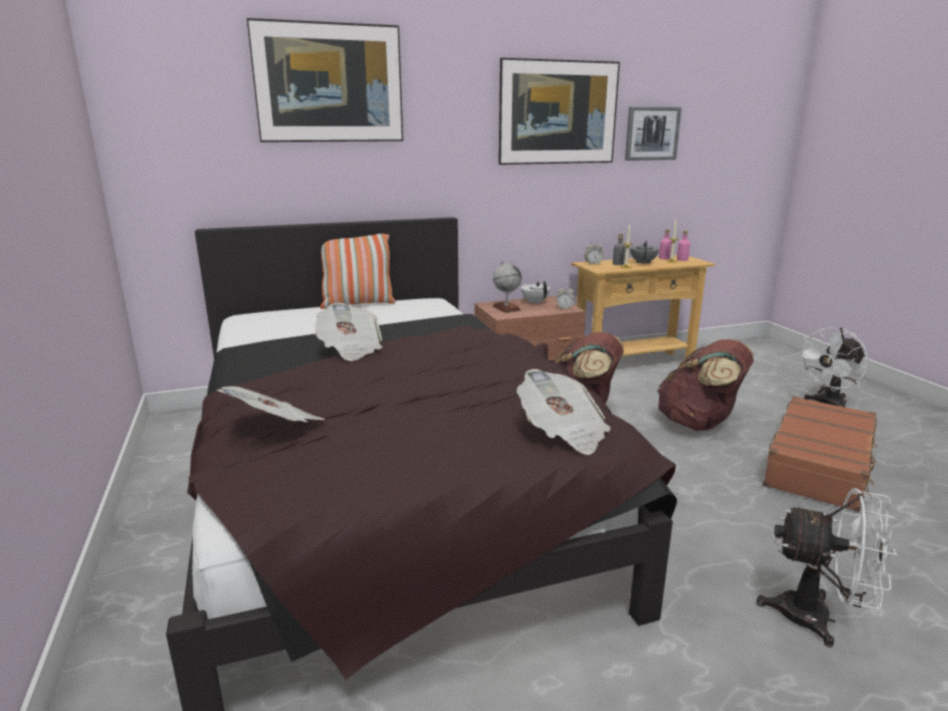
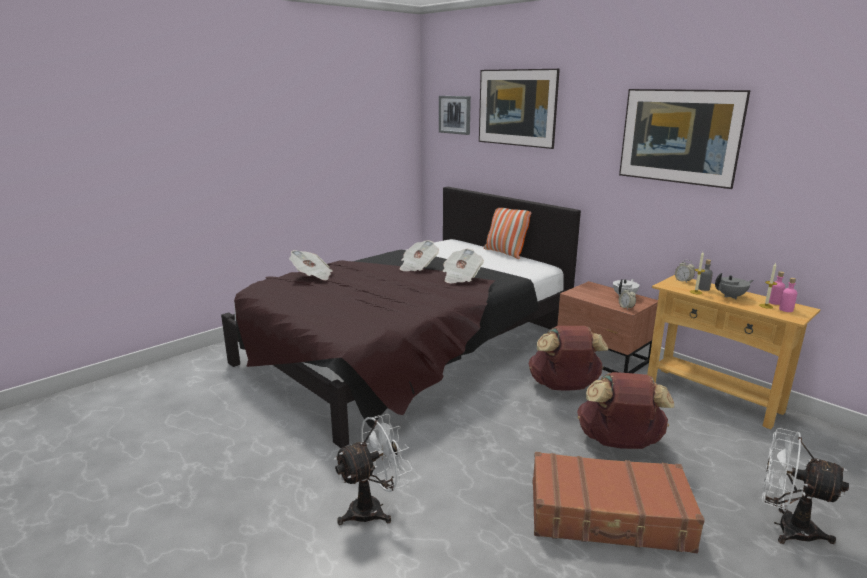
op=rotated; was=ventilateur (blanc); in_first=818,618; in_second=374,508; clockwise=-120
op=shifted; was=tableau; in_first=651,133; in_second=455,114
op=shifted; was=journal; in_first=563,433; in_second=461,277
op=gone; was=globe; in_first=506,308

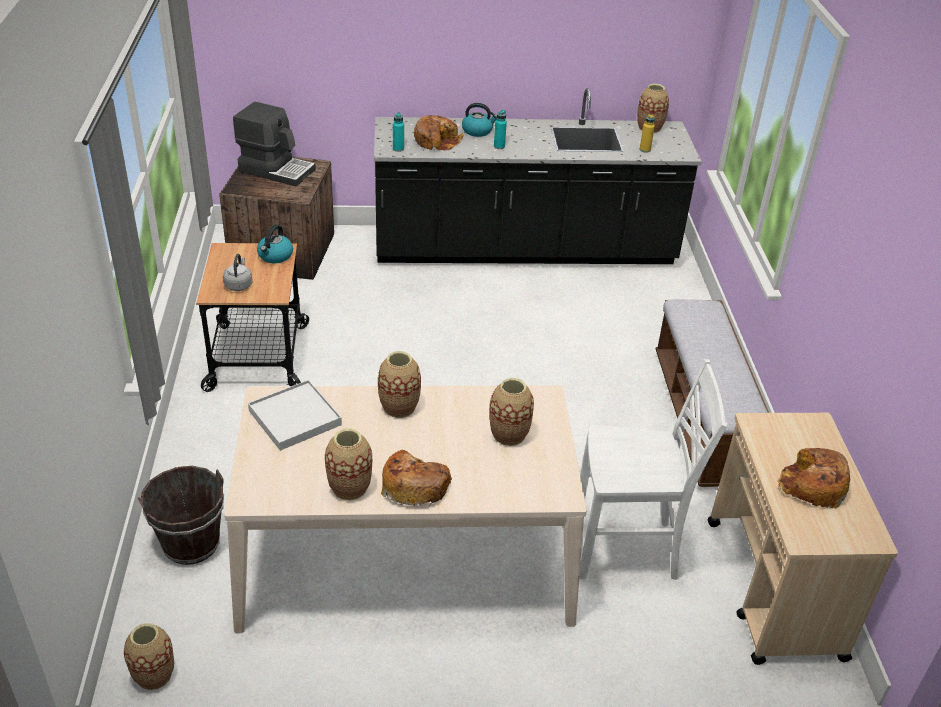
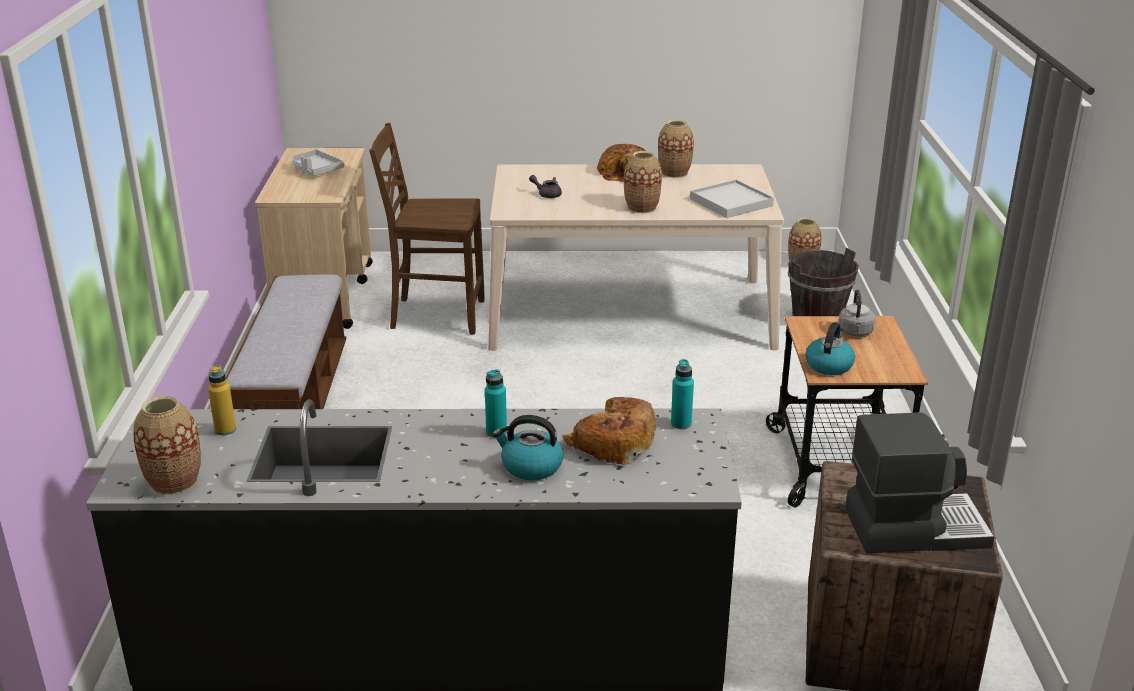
op=swapped; was=pain; now=plateau (gris); in_first=811,485; in_second=316,170
op=repainted; was=chaise (blanc); now=chaise (marron); in_first=627,549; in_second=435,315
op=swapped; was=vase; now=théière (gris); in_first=509,434; in_second=547,194
op=rotated; was=machine à café; in_first=277,170; in_second=914,527; clockwise=150

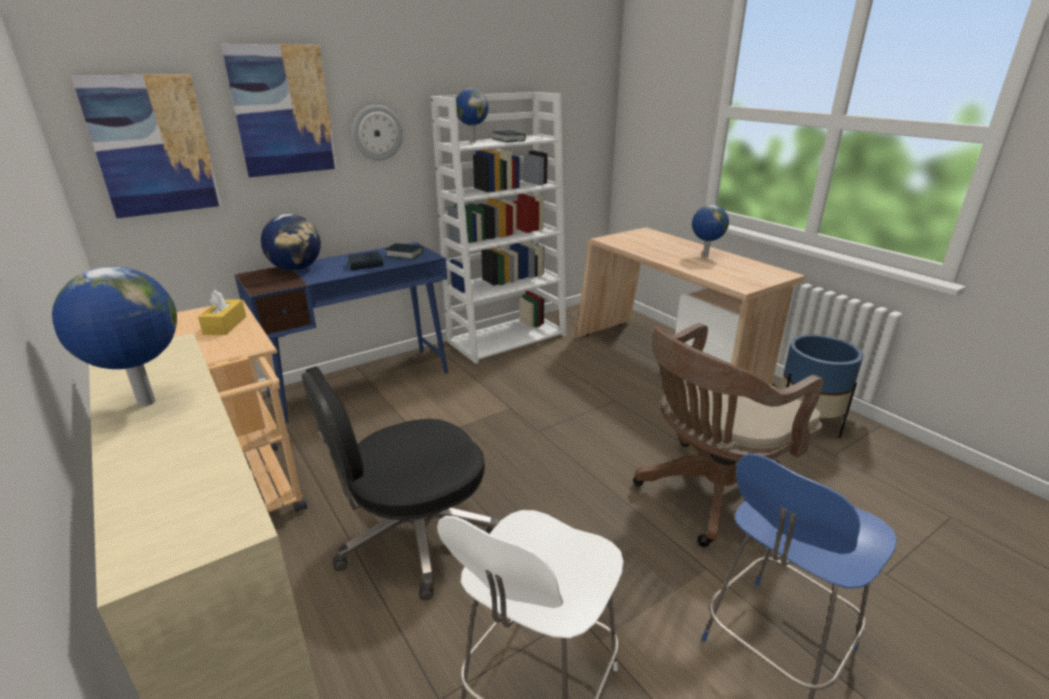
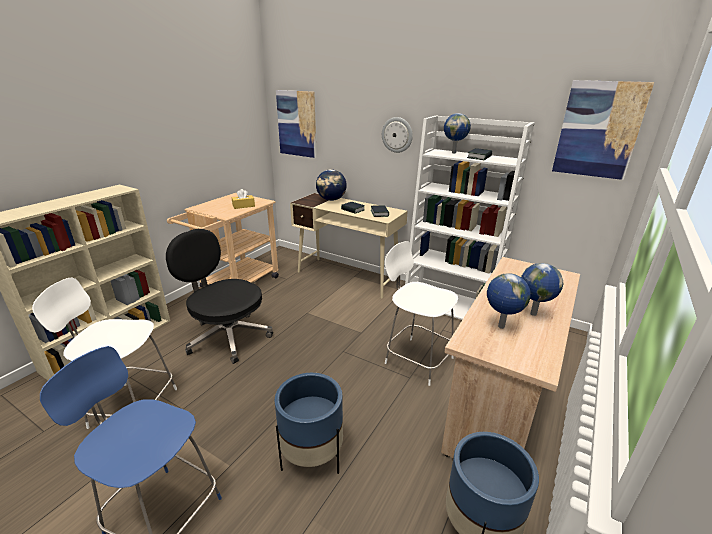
op=swapped; was=chaise de bureau (marron); now=cache-pot (bleu); in_first=711,496; in_second=312,457
op=repainted; was=bureau (bleu); now=bureau (beige); in_first=362,383; in_second=347,277
op=new; now=chaise (blanc); in_second=417,359
op=shifted; was=globe; in_first=145,403; in_second=500,326
op=shifted; was=tableau; in_first=282,111; in_second=598,130

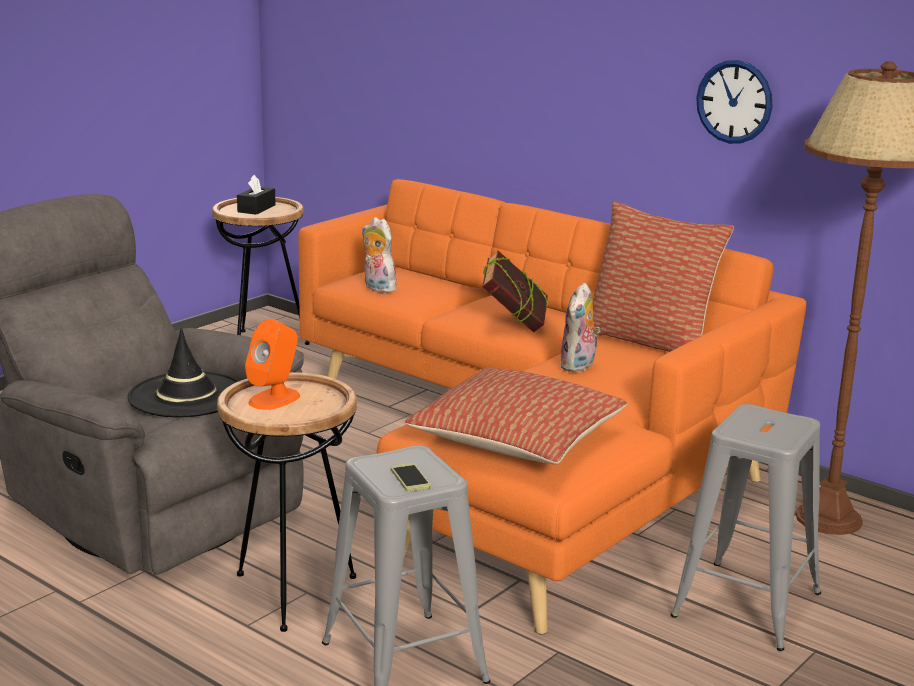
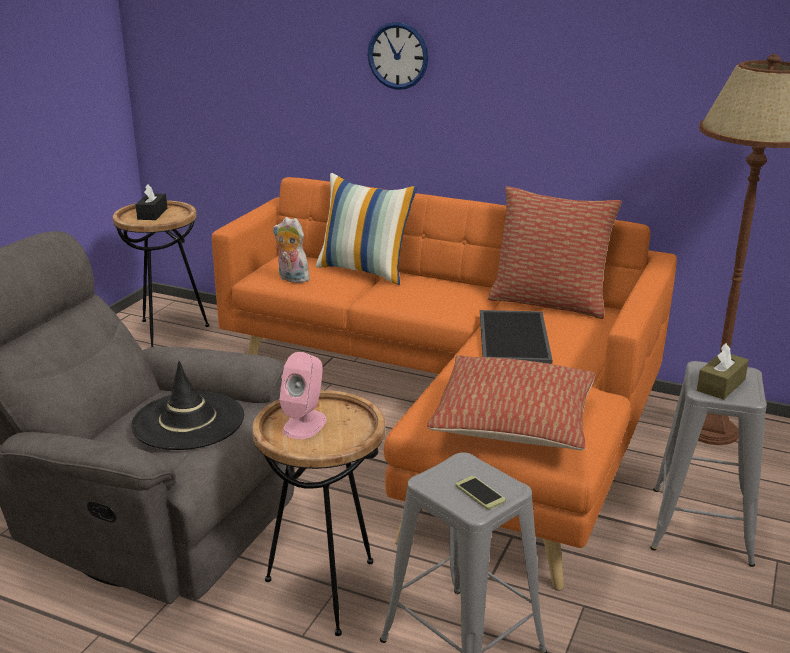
op=repainted; was=enceinte (orange); now=enceinte (rose); in_first=275,399; in_second=305,424
op=new; now=coussin; in_second=365,270
op=shifted; was=horloge murale; in_first=734,102; in_second=398,56
op=swapped; was=peluche; now=plateau; in_first=579,366; in_second=512,336
op=new; now=boîte à mouchoirs (marron); in_second=721,385
op=gone; was=livre; in_first=514,325

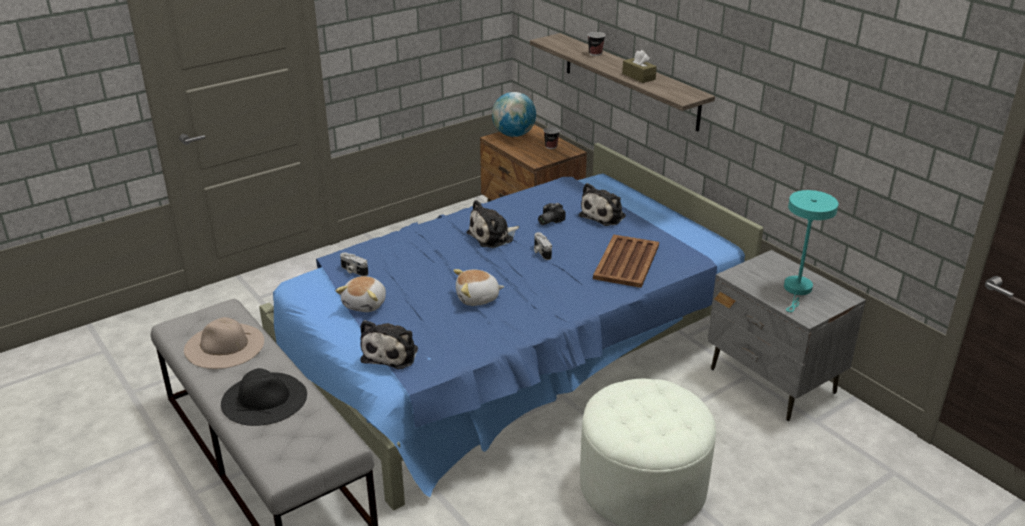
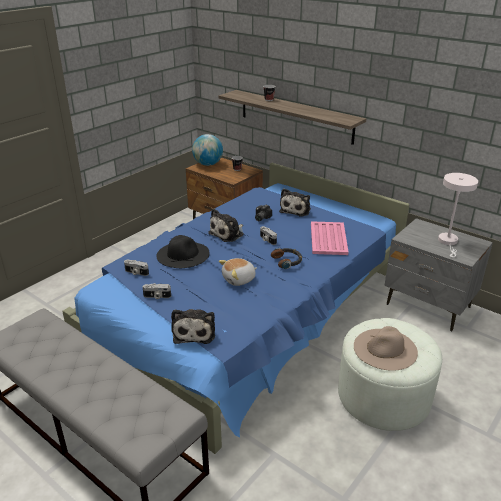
op=swapped; was=peluche; now=appareil photo; in_first=366,304; in_second=157,296
op=shifted; was=chapeau (noir); in_first=264,398; in_second=183,254
op=new; now=casque audio; in_second=287,261
op=repainted; was=plateau (marron); now=plateau (rose); in_first=626,262; in_second=328,239
op=shifted; was=chapeau (beige); in_first=224,345; in_second=385,349
op=repainted; was=lampe de table (turquoise); now=lampe de table (blanc); in_first=797,290; in_second=448,242
op=gone; was=boîte à mouchoirs (marron); in_first=638,76

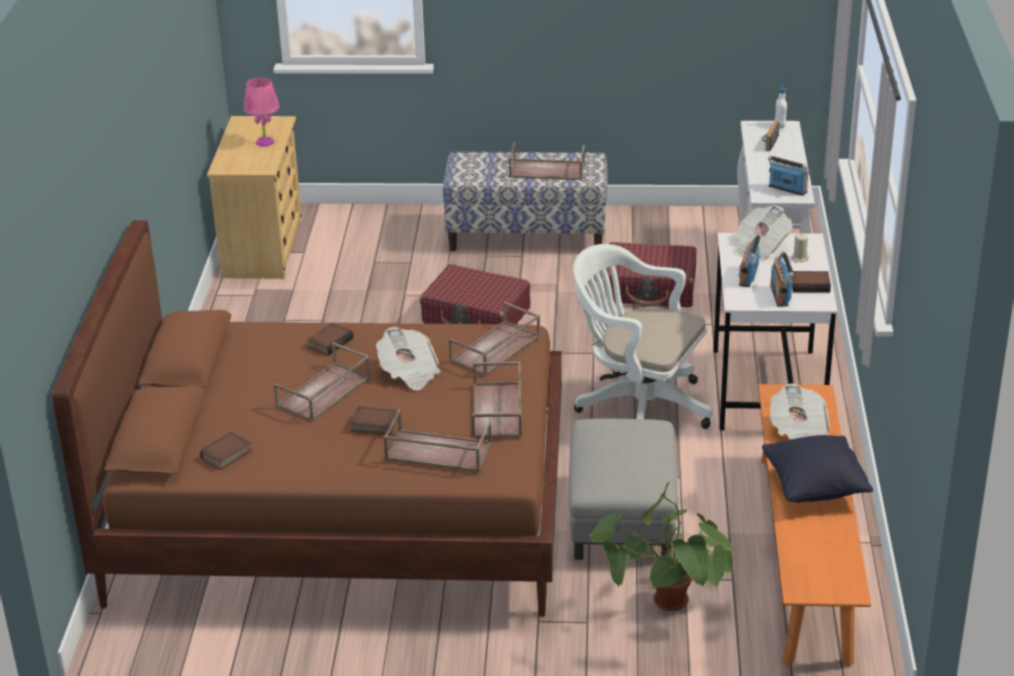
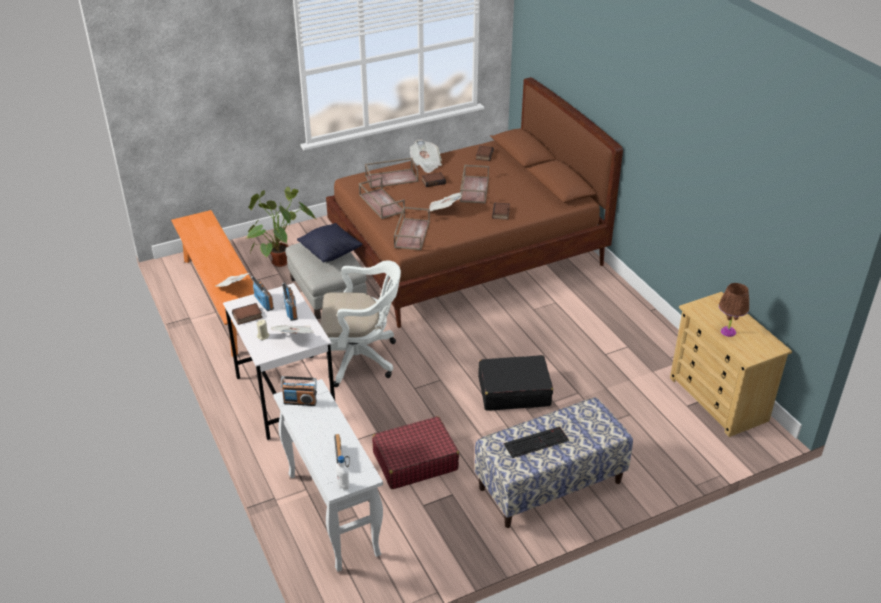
op=shifted; was=coussin (noir); in_first=814,488; in_second=330,253
op=new; now=journal; in_second=425,164
op=repainted; was=valise (rouge); now=valise (noir); in_first=476,316; in_second=513,391
op=swapped; was=plateau (marron); now=clavier; in_first=546,170; in_second=536,441
op=repainted; was=lampe de table (rose); now=lampe de table (marron); in_first=265,142; in_second=728,332

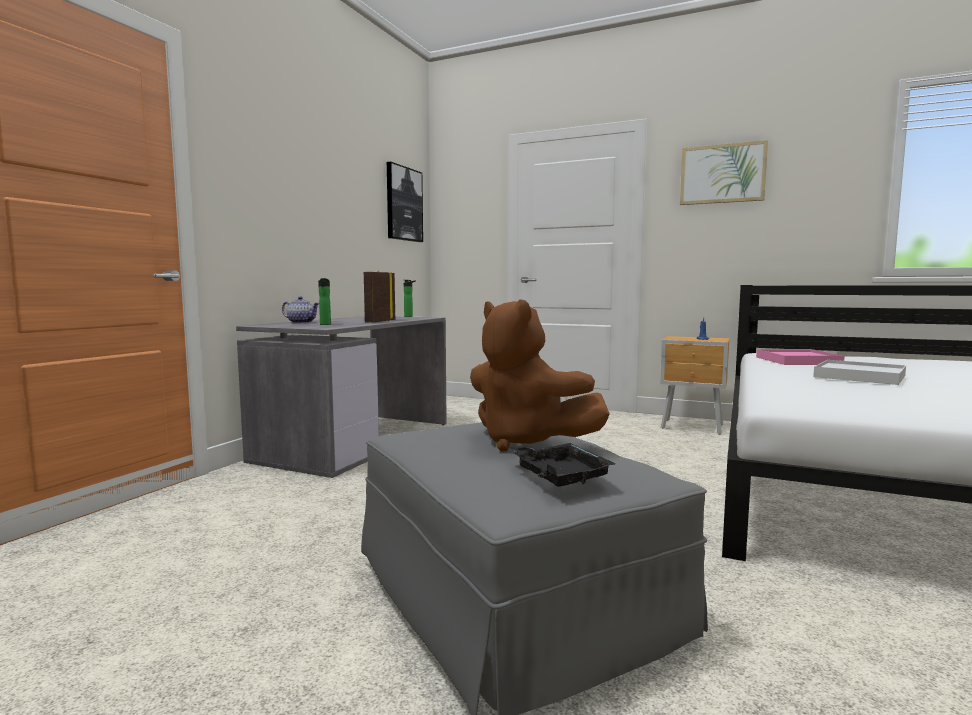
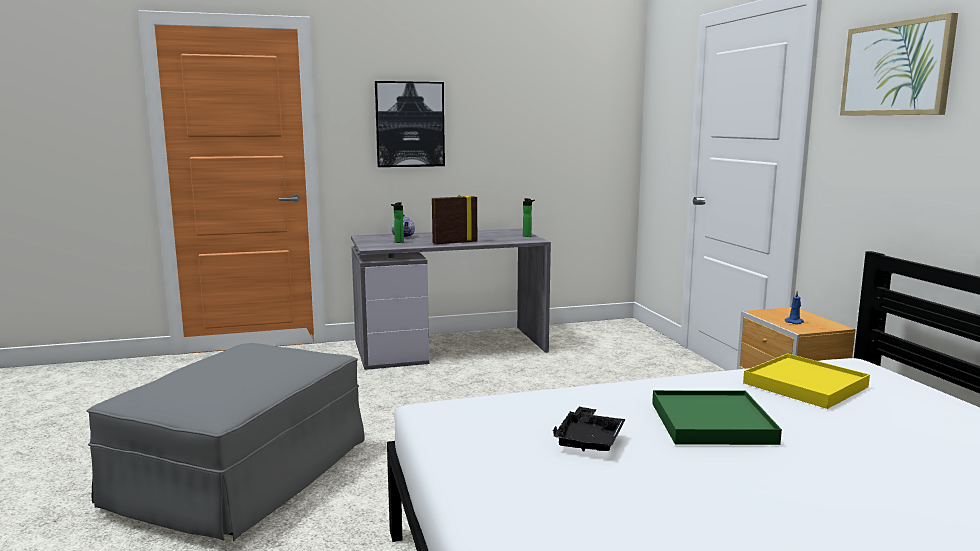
op=shifted; was=tableau; in_first=403,204; in_second=409,124
op=shifted; was=plateau (noir); in_first=559,475; in_second=589,440
op=repainted; was=plateau (blanc); now=plateau (vert); in_first=859,376; in_second=711,423
op=repainted; was=plateau (rose); now=plateau (jaune); in_first=797,361; in_second=805,385
op=gone; was=peluche (marron); in_first=526,442

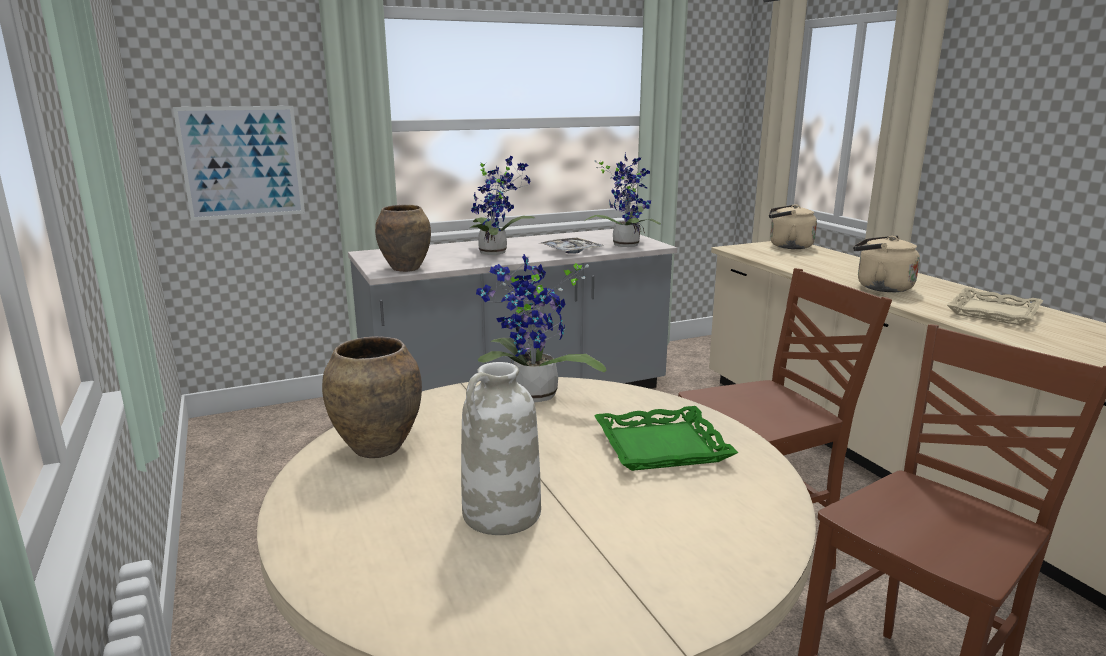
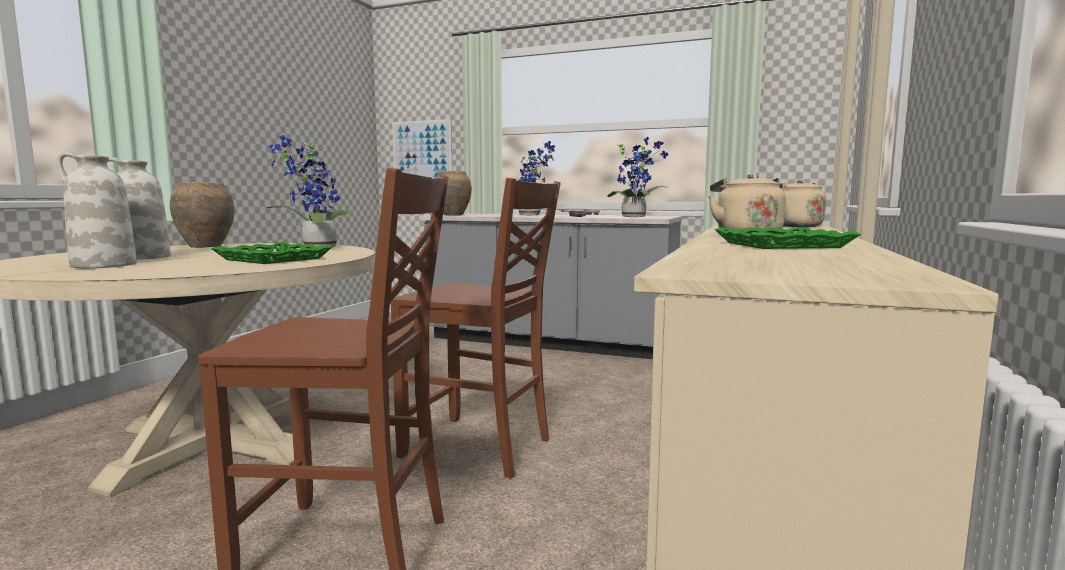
op=new; now=vase (blanc); in_second=102,265
op=repainted; was=plateau (beige); now=plateau (vert); in_first=992,312; in_second=781,245

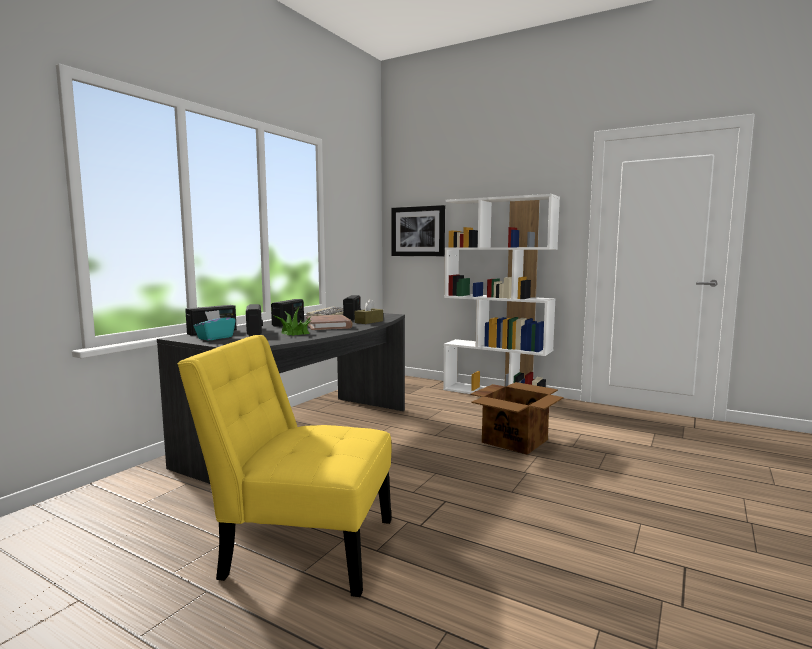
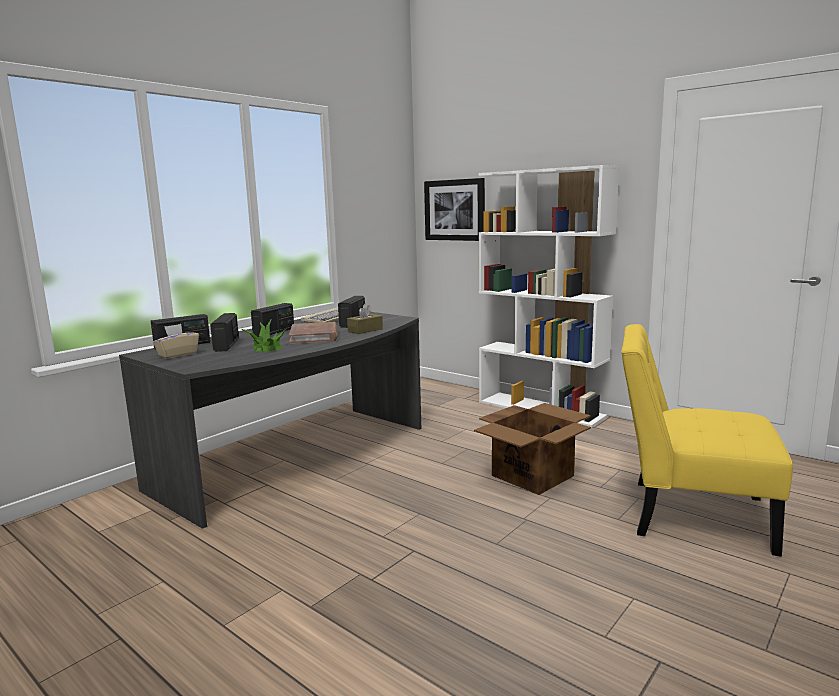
op=repainted; was=boîte à mouchoirs (turquoise); now=boîte à mouchoirs (beige); in_first=215,338; in_second=177,354
op=shifted; was=chaise (jaune); in_first=301,546; in_second=689,514

